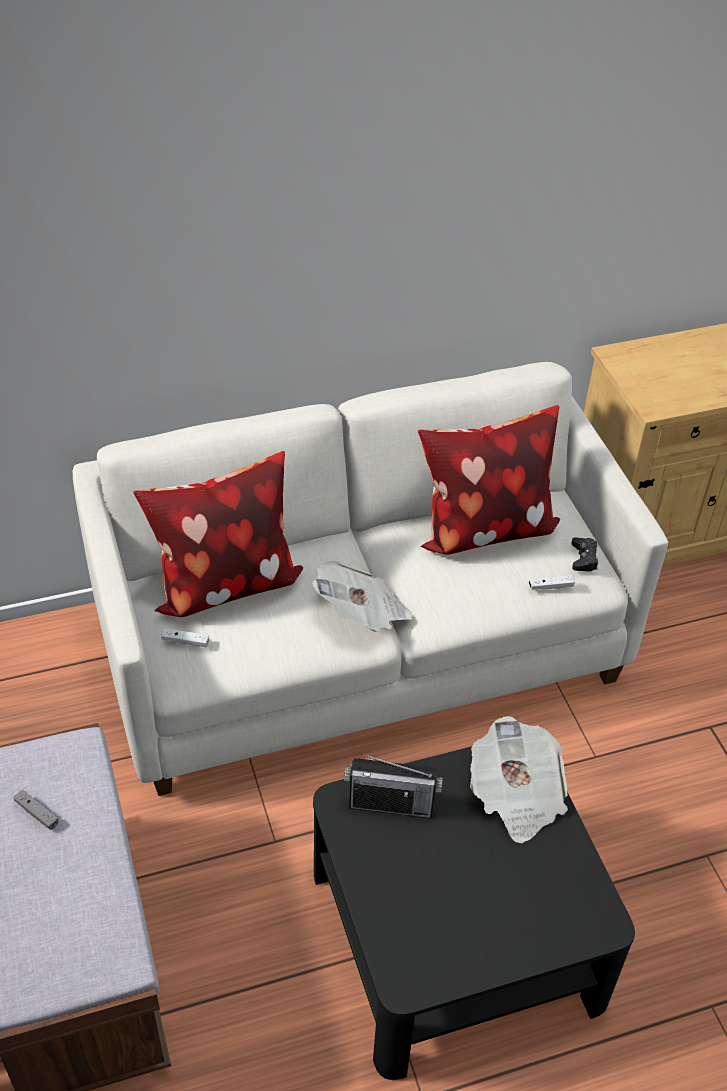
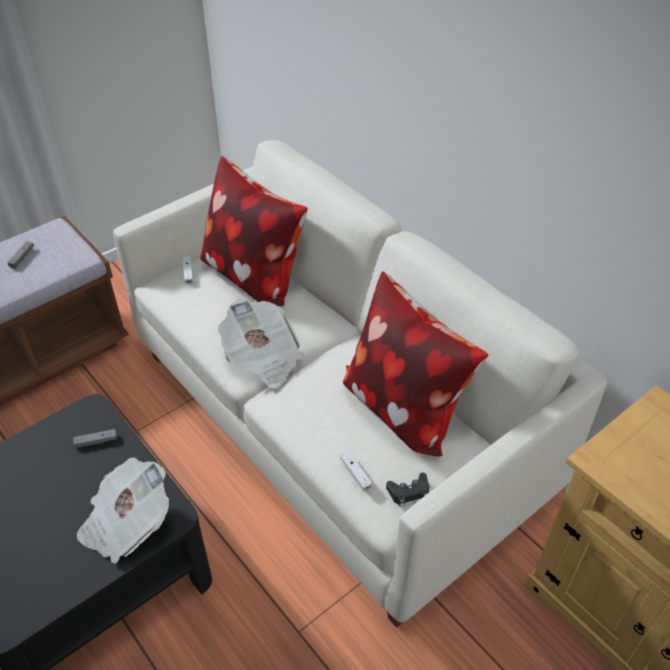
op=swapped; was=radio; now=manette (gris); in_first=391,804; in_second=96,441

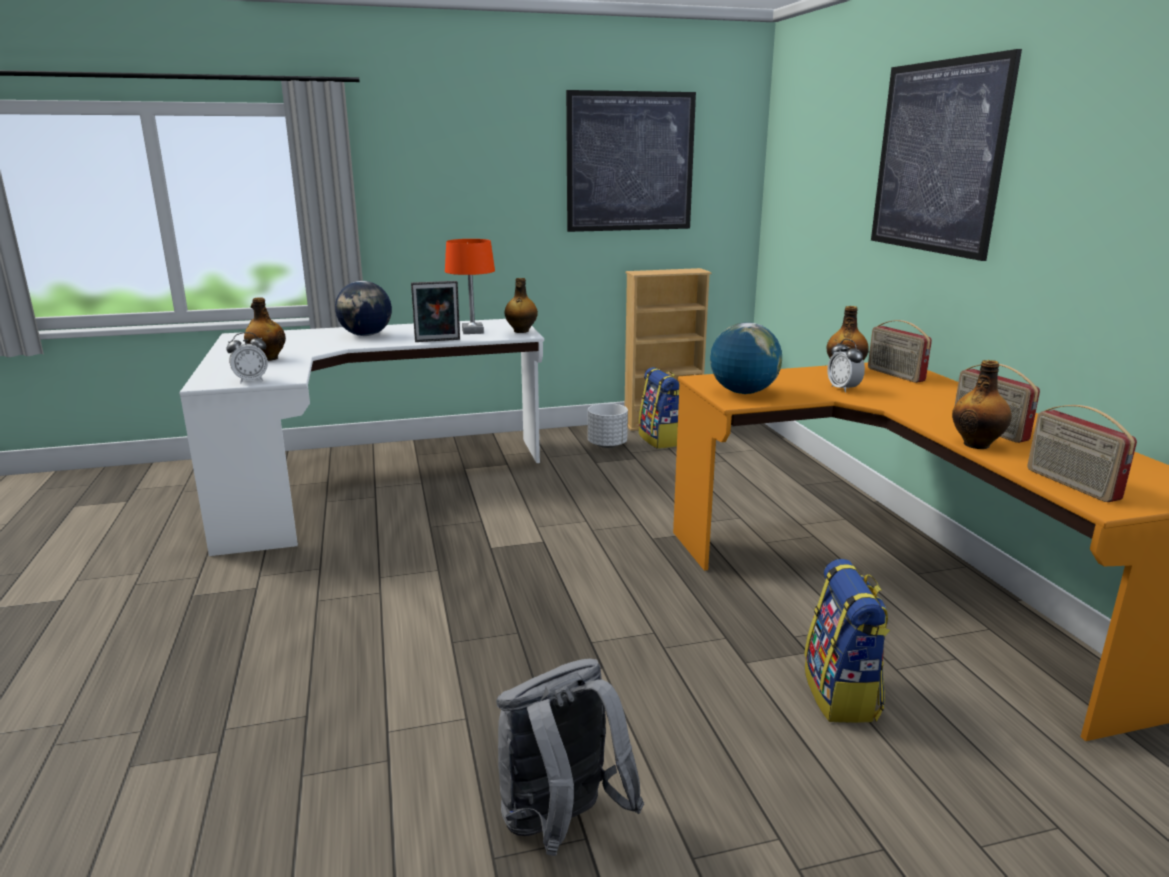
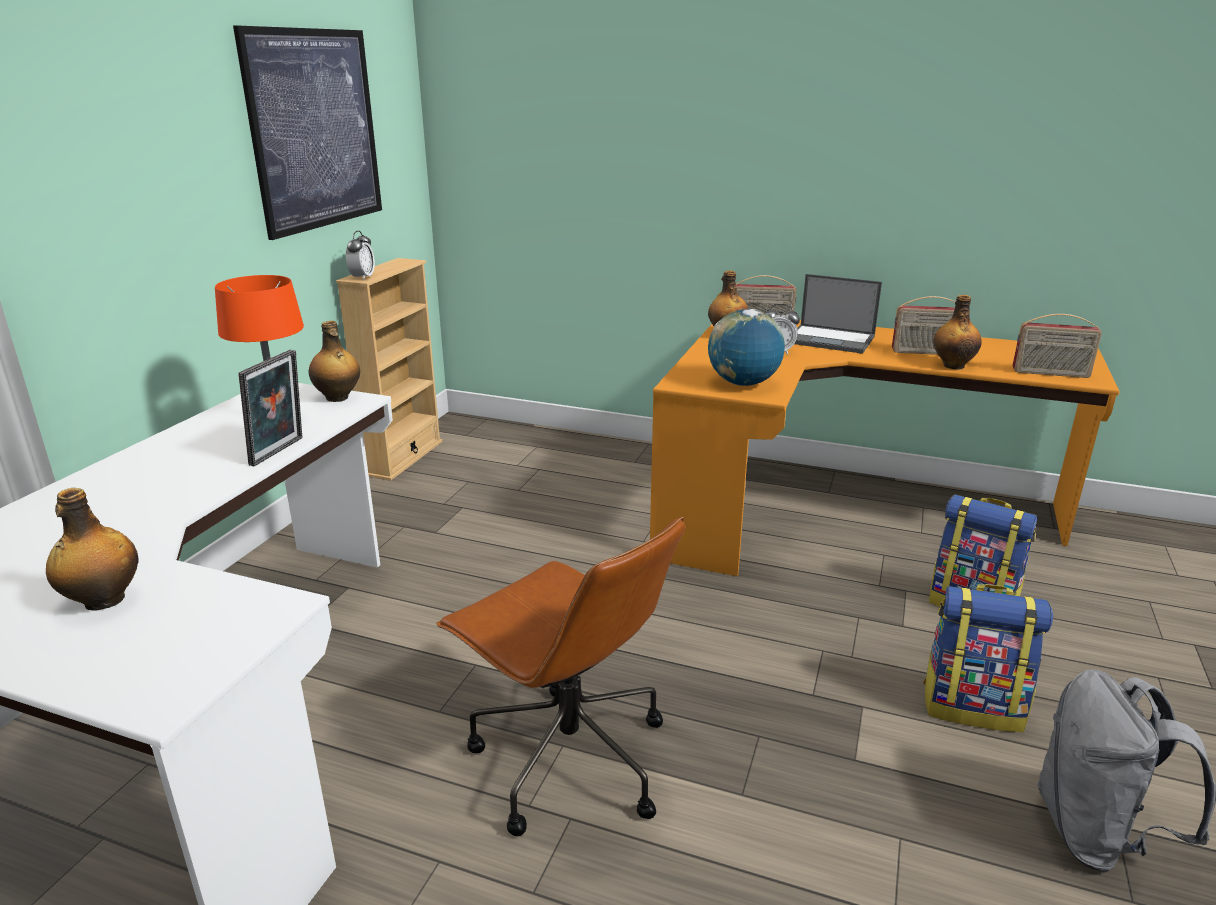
op=shifted; was=réveil; in_first=251,380; in_second=362,278
op=new; now=chaise de bureau (marron); in_second=567,759
op=new; now=ordinateur portable; in_second=831,340
op=shifted; was=sac à dos; in_first=660,440; in_second=973,706
op=gone; was=globe; in_first=366,335
op=gone; was=cache-pot (blanc); in_first=607,445
op=gone; was=tableau; in_first=938,158

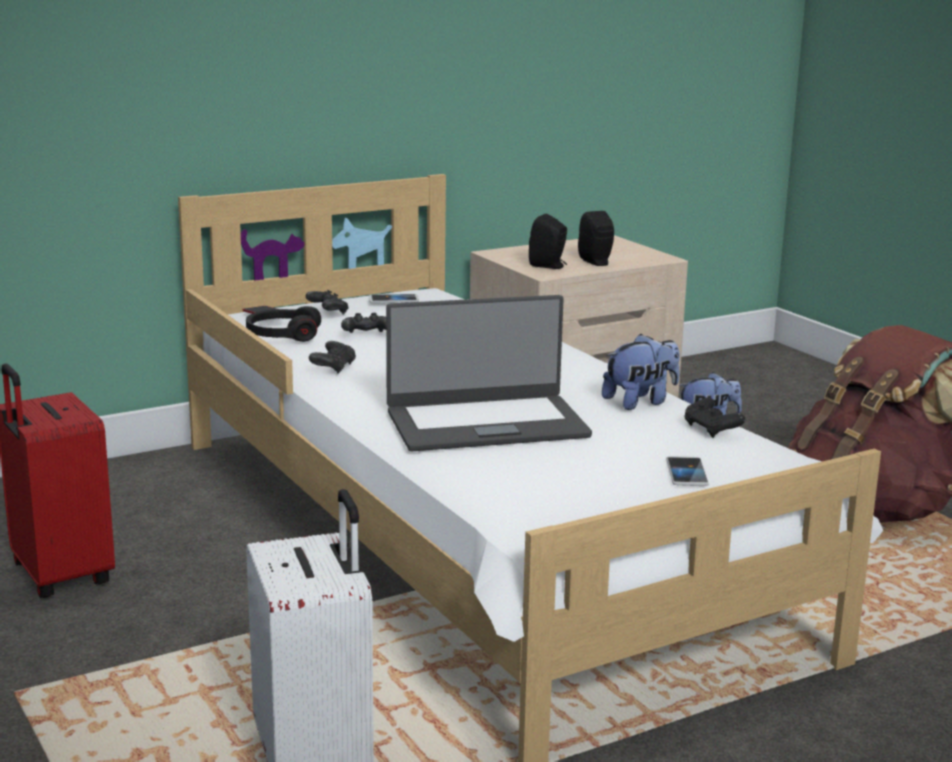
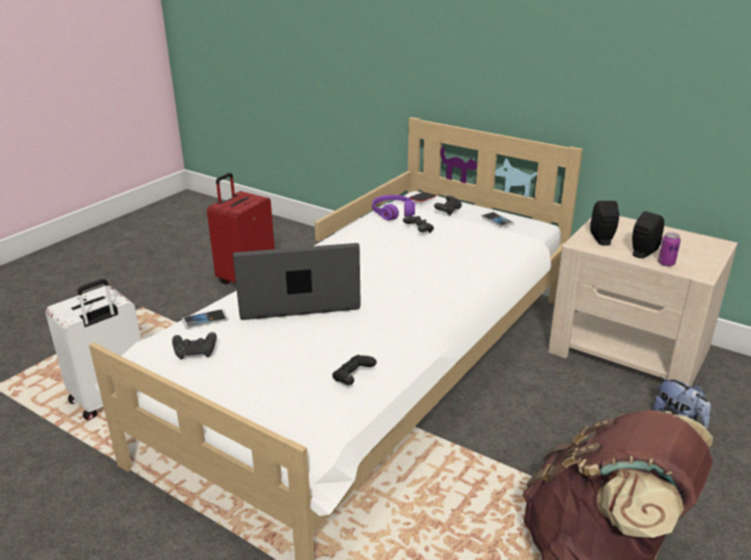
op=shifted; was=manette (noir); in_first=333,368; in_second=195,353
op=shifted; was=téléphone; in_first=686,473; in_second=205,320
op=rotated; was=ordinateur portable; in_first=486,423; in_second=298,299; clockwise=120
op=repainted; was=casque audio (noir); now=casque audio (violet); in_first=283,335; in_second=393,213
op=new; now=boîte métallique; in_second=666,263
op=gone; was=peluche; in_first=640,402

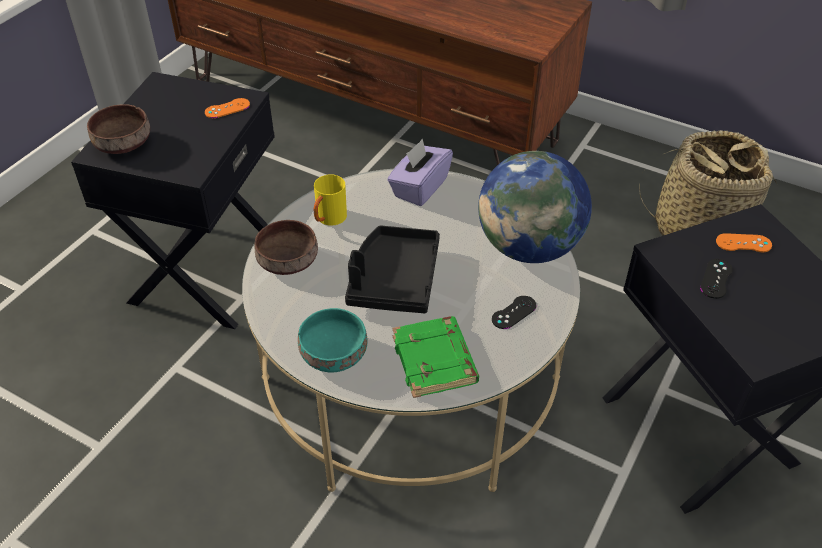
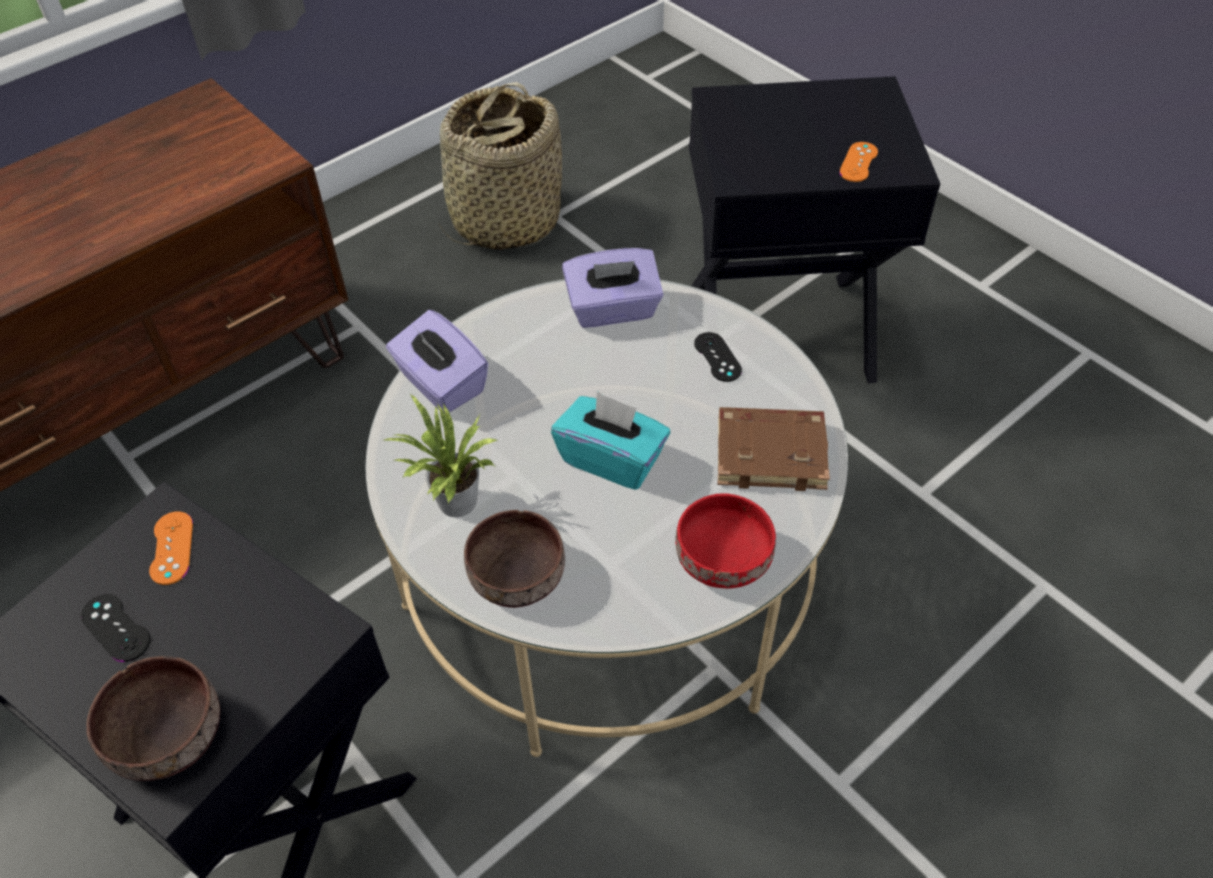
op=shifted; was=manette (noir); in_first=716,279; in_second=116,628
op=swapped; was=mug (jaune); now=plante en pot; in_first=328,220; in_second=453,504
op=swapped; was=plateau (noir); now=boîte à mouchoirs (turquoise); in_first=393,280; in_second=612,459
op=swapped; was=globe; now=boîte à mouchoirs (violet); in_first=529,247; in_second=613,310
op=repainted; was=bol (turquoise); now=bol (rouge); in_first=335,354; in_second=724,556
op=repainted; was=livre (vert); now=livre (marron); in_first=436,361; in_second=772,453
op=shifted; was=manette (orange); in_first=743,243; in_second=858,162

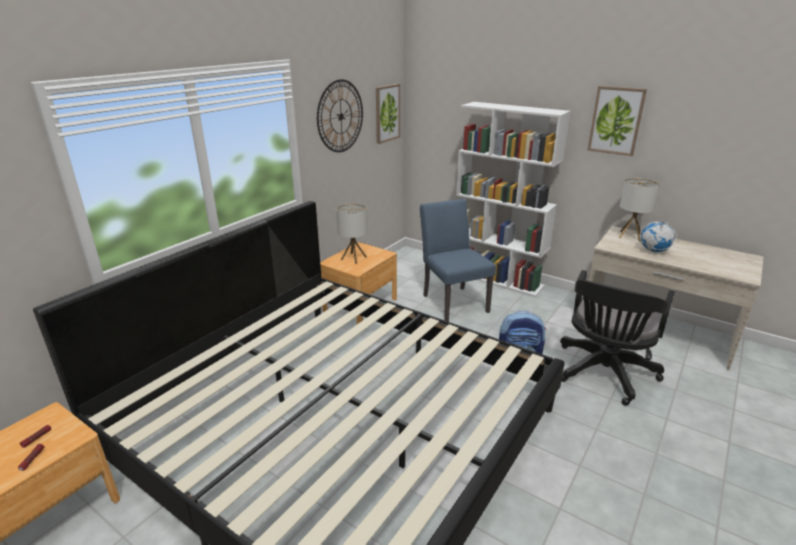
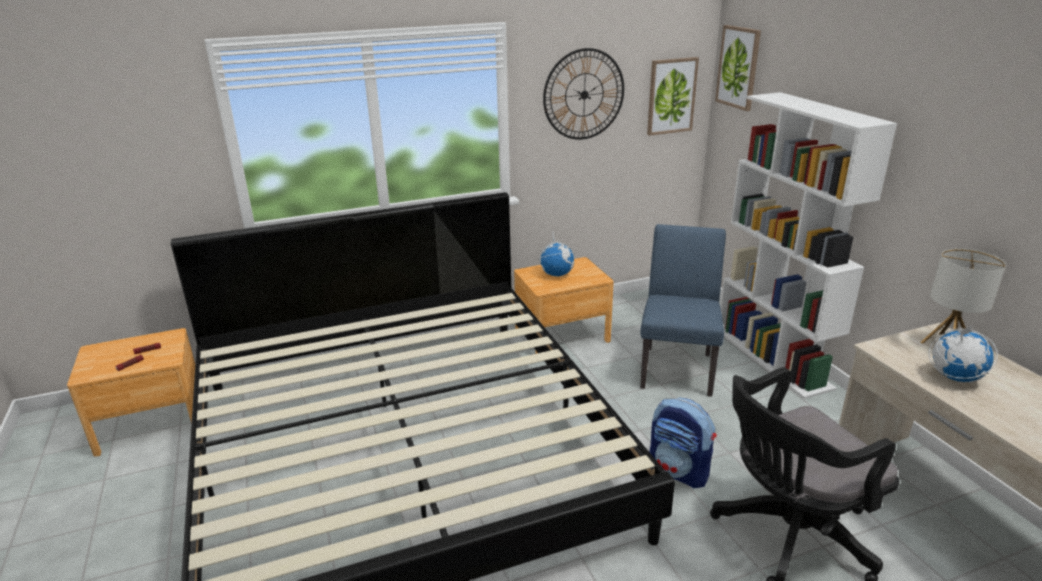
op=swapped; was=lampe de table; now=globe; in_first=354,258; in_second=557,274
op=shifted; was=tableau; in_first=616,120; in_second=738,67

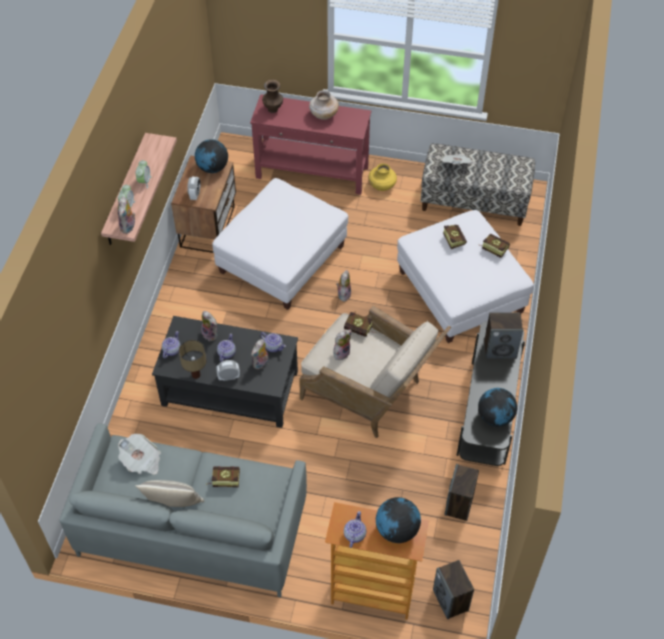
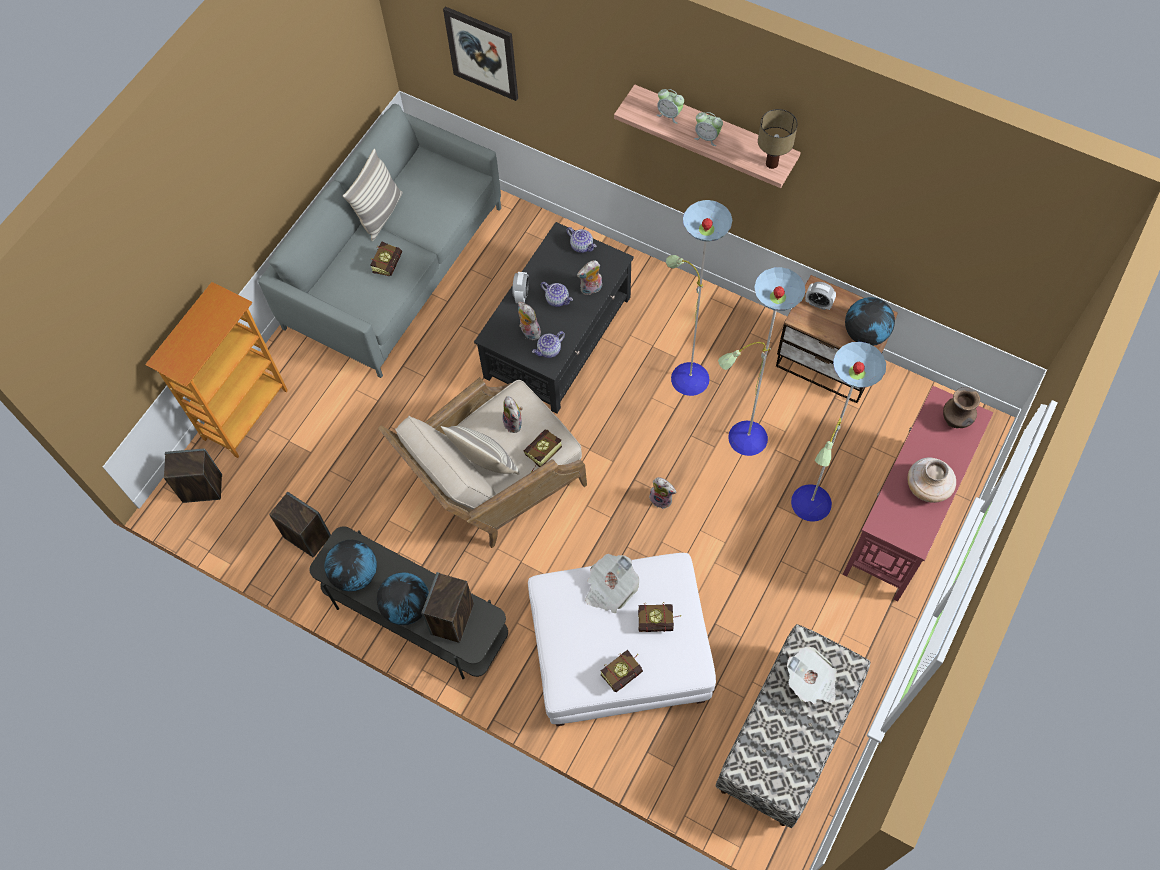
op=shifted; was=globe; in_first=396,530; in_second=407,607
op=new; now=coussin; in_second=485,463
op=new; now=tableau; in_second=482,53
op=shifted; was=journal; in_first=141,461; in_second=610,589
op=swapped; was=pouf (blanc); now=lampadaire; in_first=281,259; in_second=745,439
op=shifted; was=lampe de table; in_first=196,374; in_second=772,164
op=gone; was=peluche; in_first=128,227
op=gone; was=théière; in_first=354,534
op=gone; was=vase (jaune); in_first=382,186

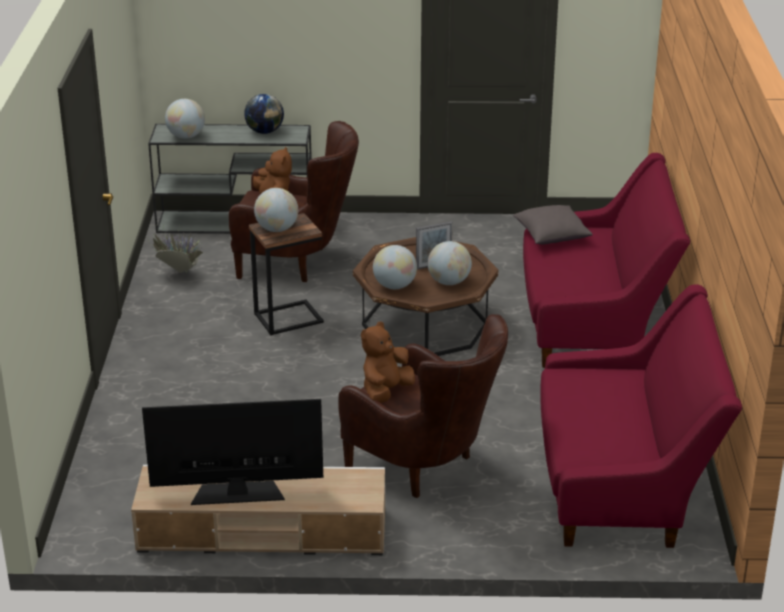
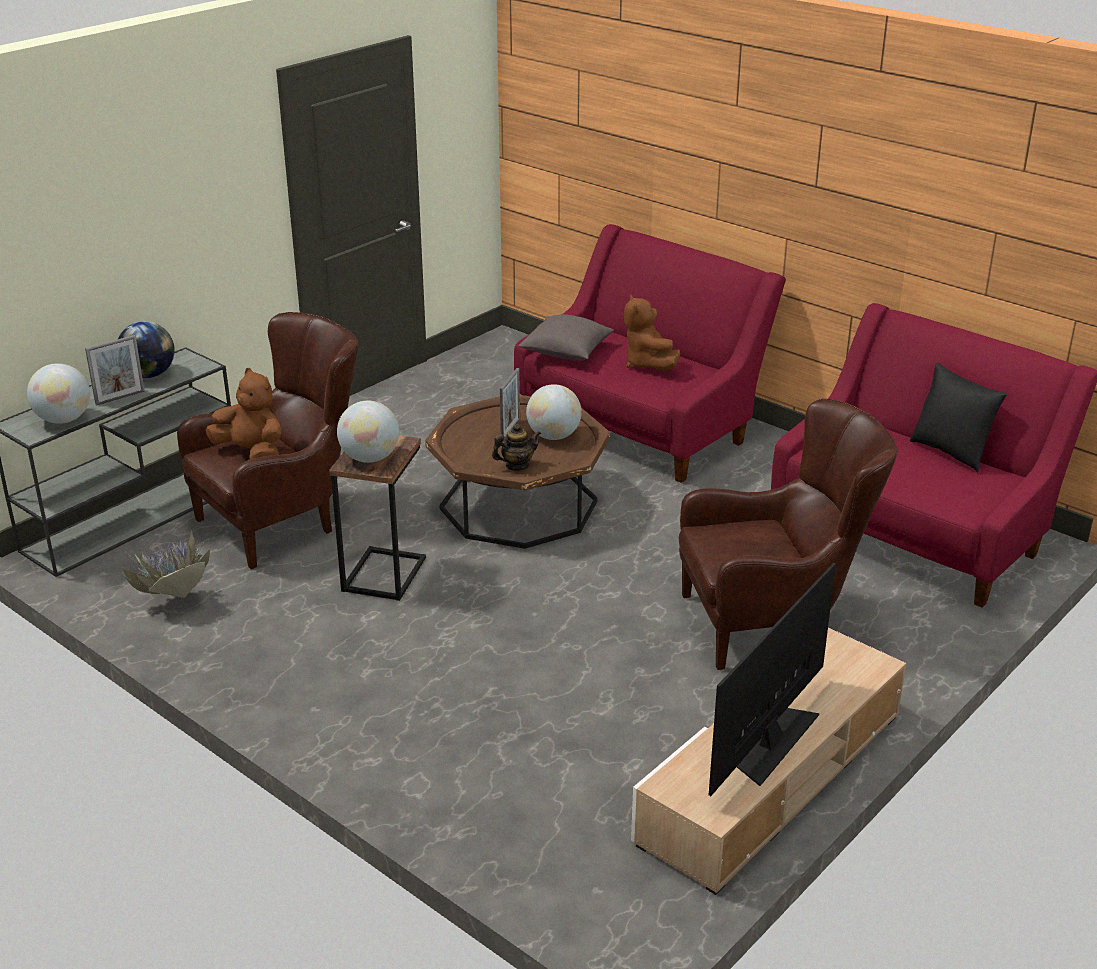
op=new; now=cadre photo; in_second=120,398
op=swapped; was=globe; now=théière; in_first=394,286; in_second=516,465
op=shifted; was=peluche (marron); in_first=385,392; in_second=648,364
op=new; now=coussin (noir); in_second=950,452

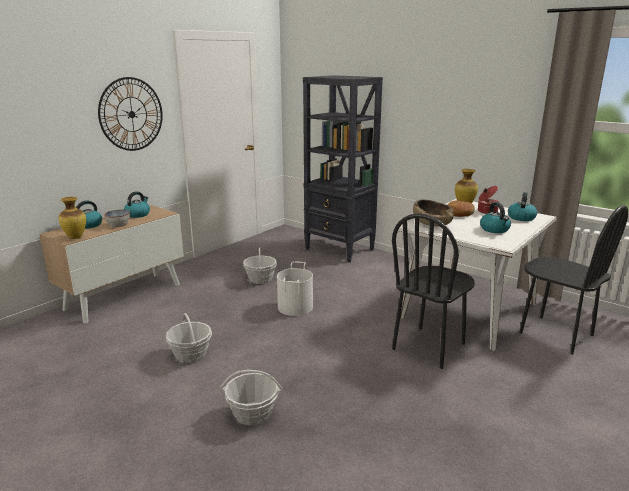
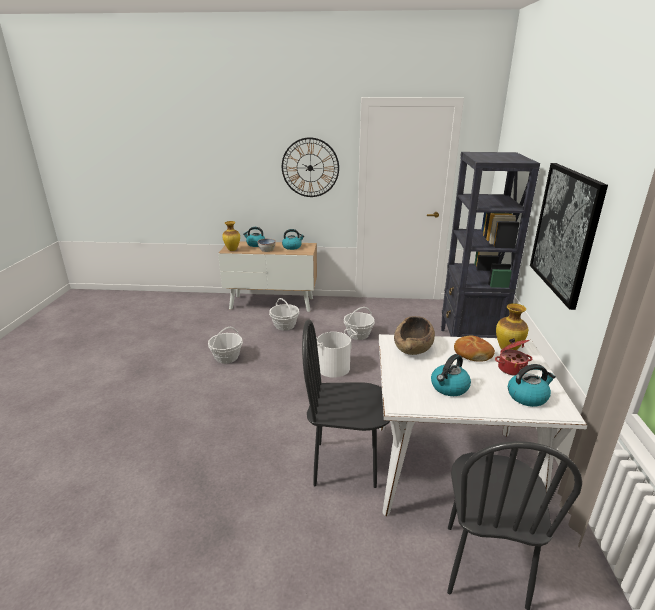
op=shifted; was=panier; in_first=252,413; in_second=285,325
op=new; now=tableau; in_second=565,232

